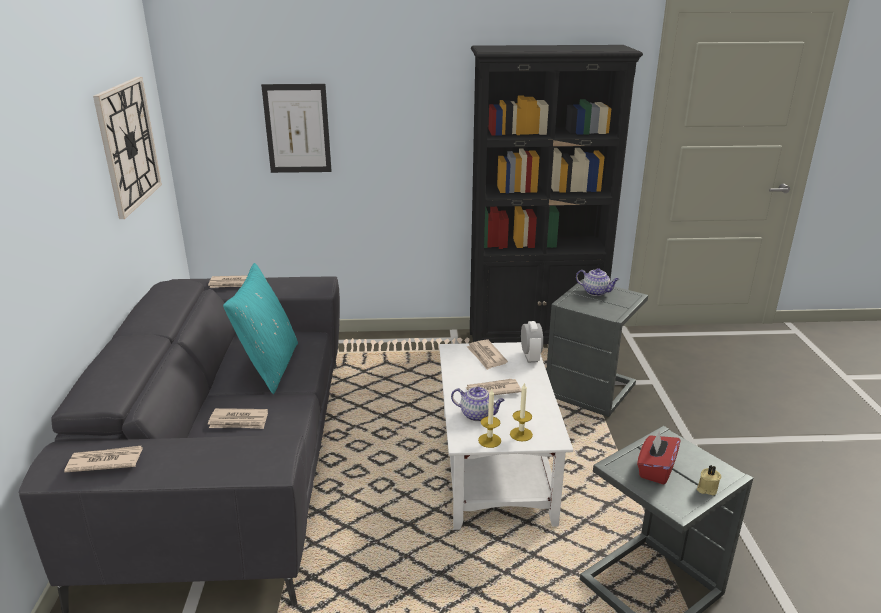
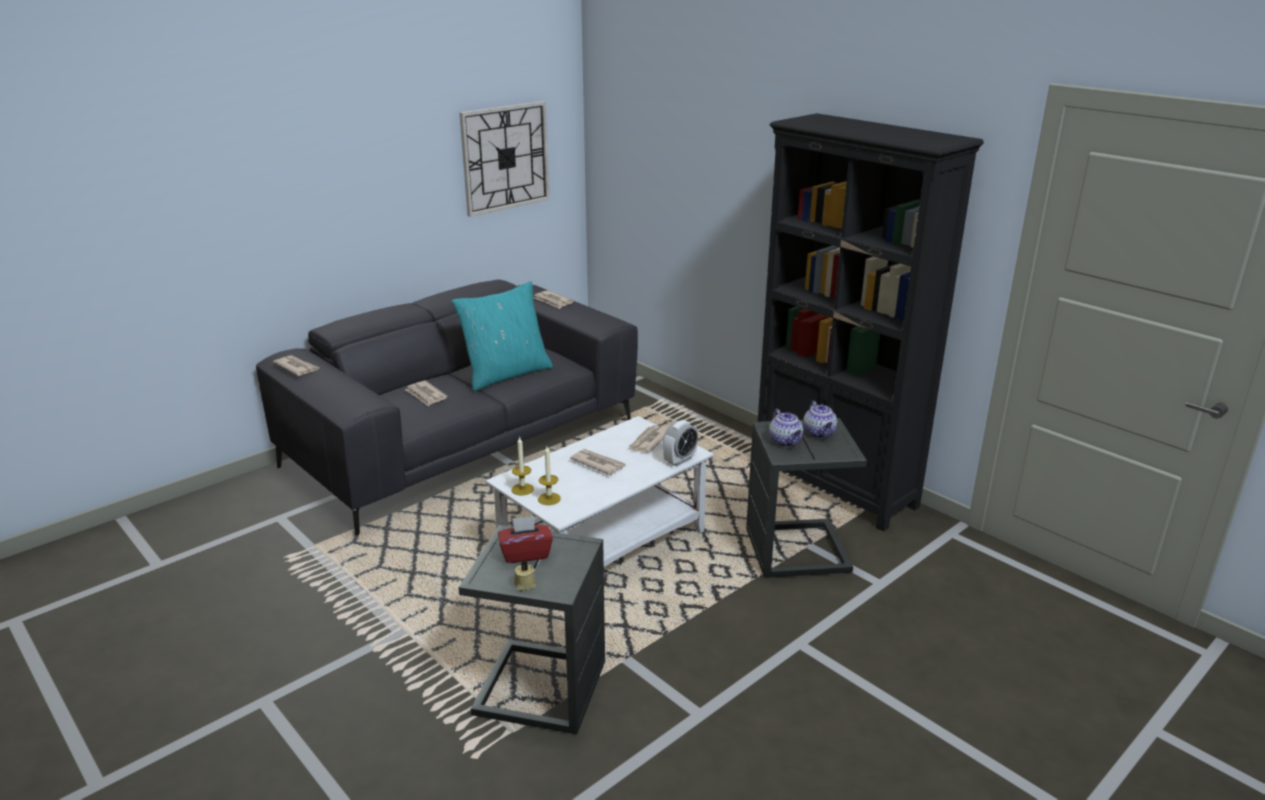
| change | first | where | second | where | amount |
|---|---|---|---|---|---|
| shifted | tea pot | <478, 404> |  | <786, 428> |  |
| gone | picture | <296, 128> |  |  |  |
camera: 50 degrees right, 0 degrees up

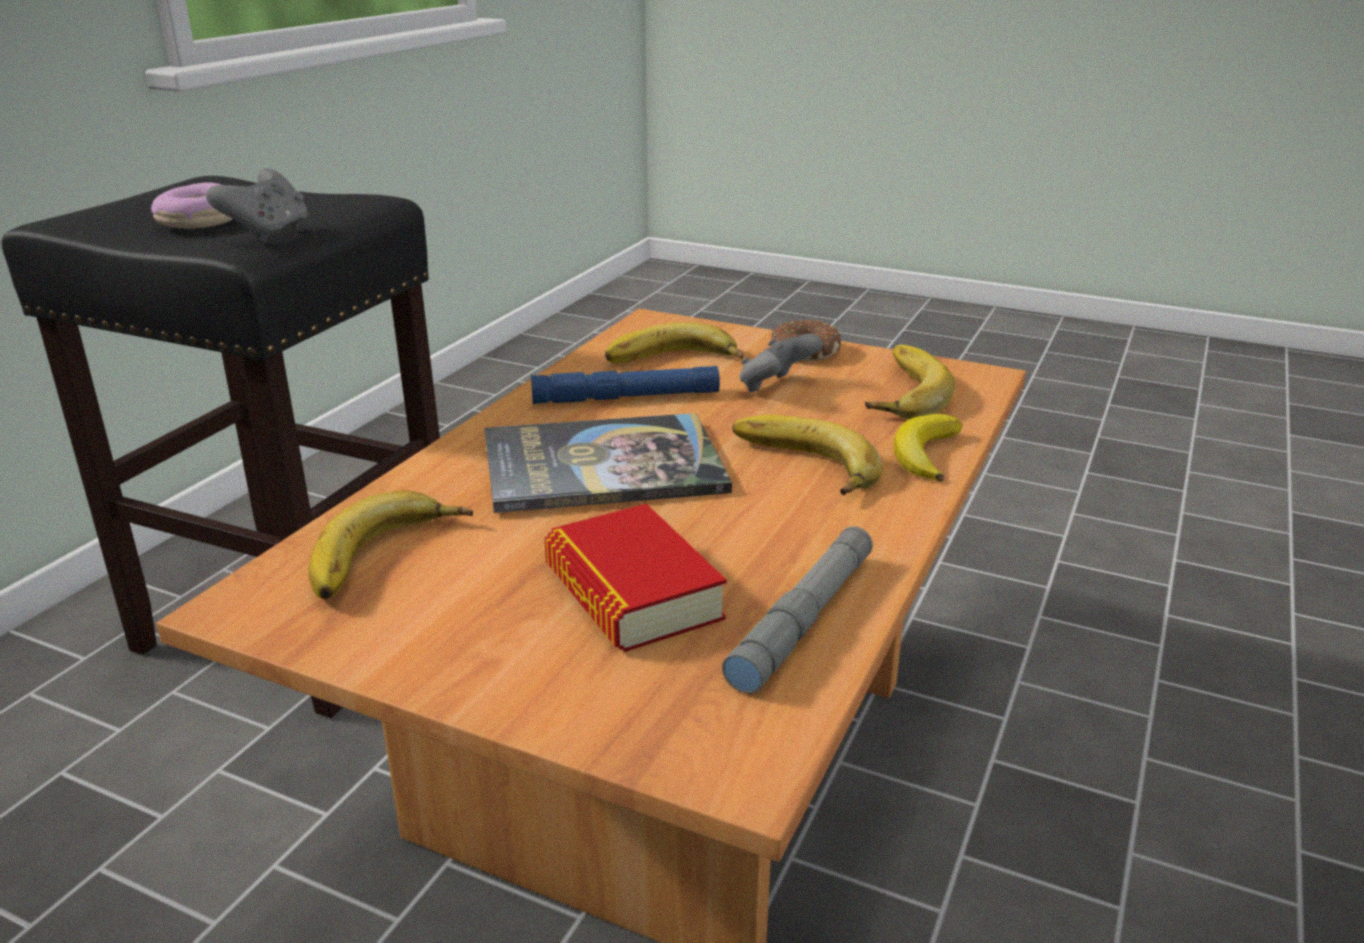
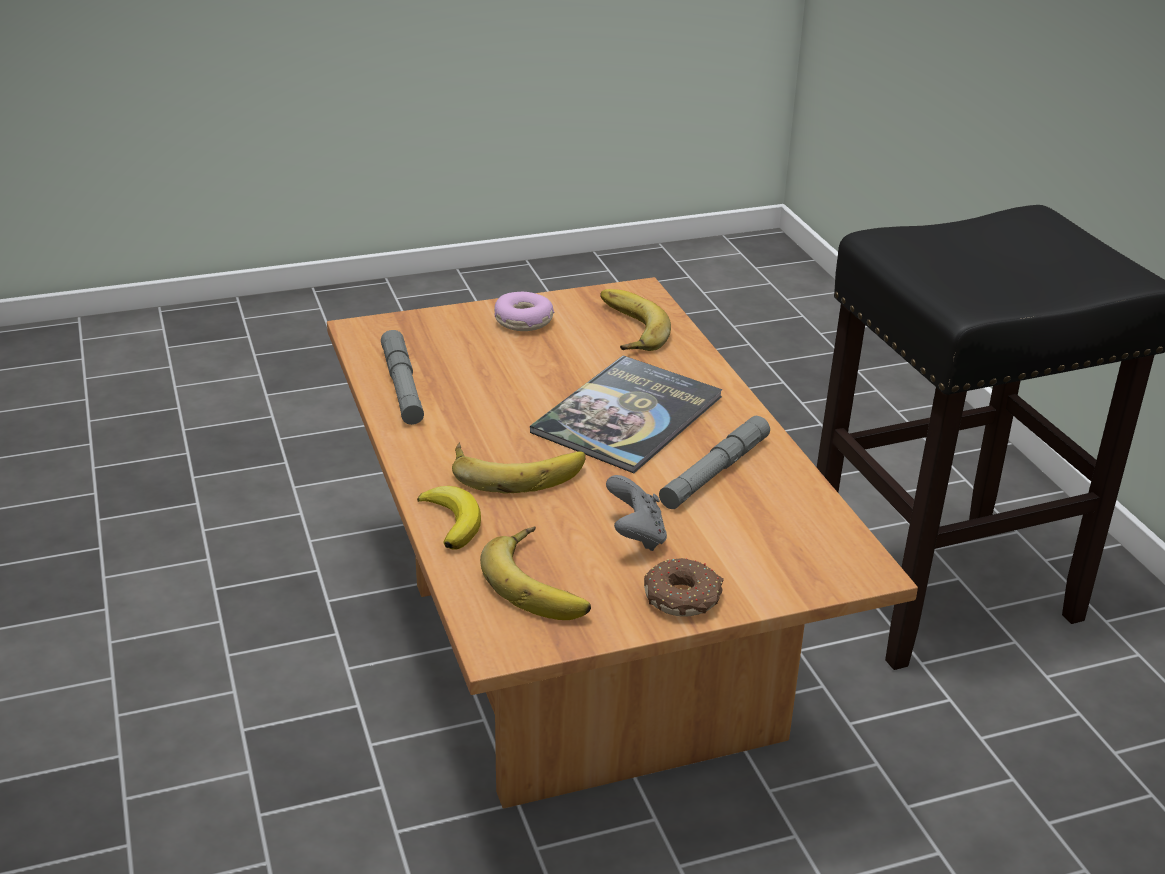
| change | first | where | second | where | amount |
|---|---|---|---|---|---|
| shifted | ring doughnut | <192, 205> |  | <524, 311> |  |
| repainted | blue flashlight | <625, 385> | greyish flashlight | <714, 462> |  |
| gone | greyish gamepad | <257, 205> |  |  |  |
| gone | volume | <635, 578> |  |  |  |
| gone | whole banana | <674, 343> |  |  |  |
camera: 135 degrees right, 5 degrees up

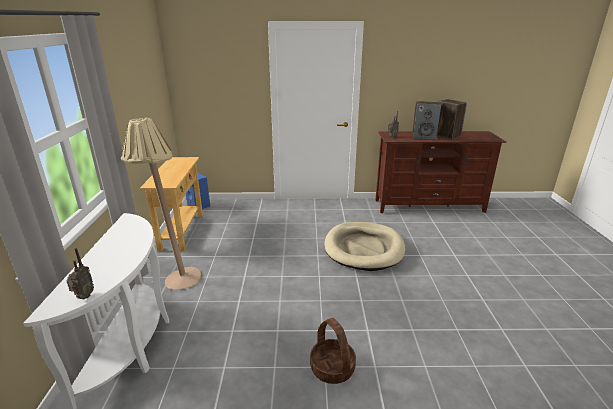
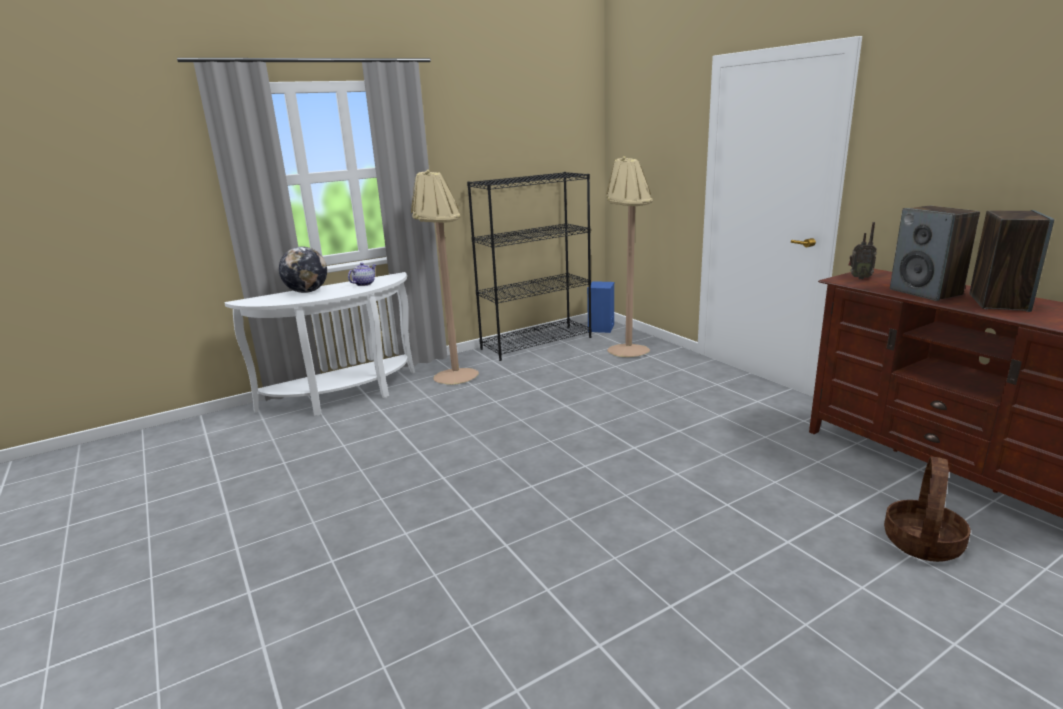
| change | first | where | second | where | amount |
|---|---|---|---|---|---|
| new |  |  | desk globe | <303, 270> |  |
| new |  |  | tea pot | <362, 274> |  |
| swapped | beige-coloured console table | <171, 204> | black bookshelf | <529, 266> |  |
| new |  |  | beige-coloured standard lamp | <629, 256> |  |
| shifted | storage basket | <333, 351> |  | <927, 509> |  |
| gone | radio | <80, 273> |  |  |  |
| gone | beige-coloured dog cushion | <364, 246> |  |  |  |
camera: 60 degrees right, 5 degrees down

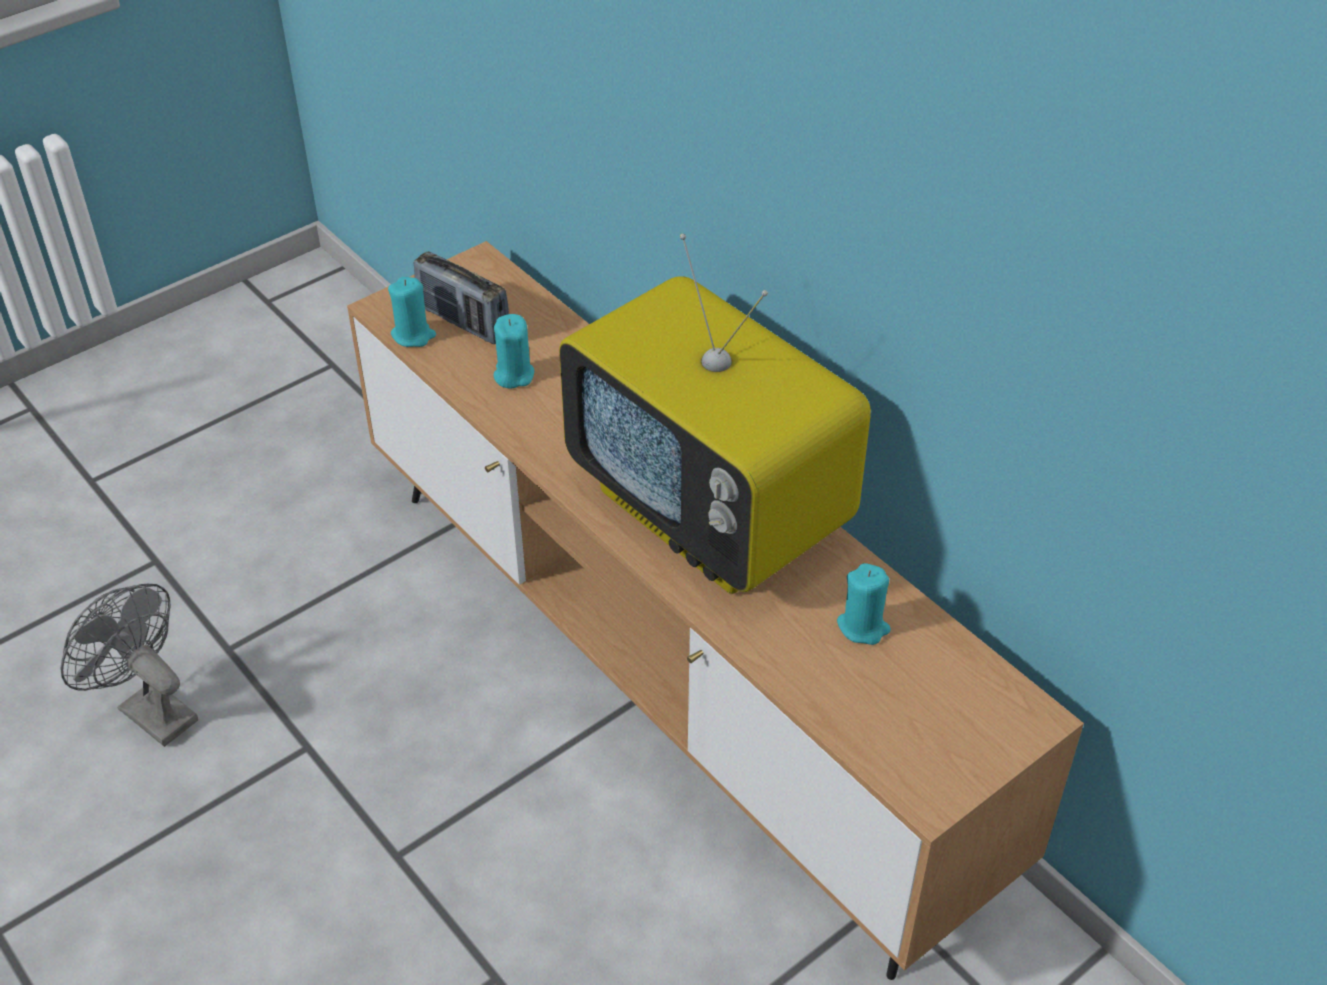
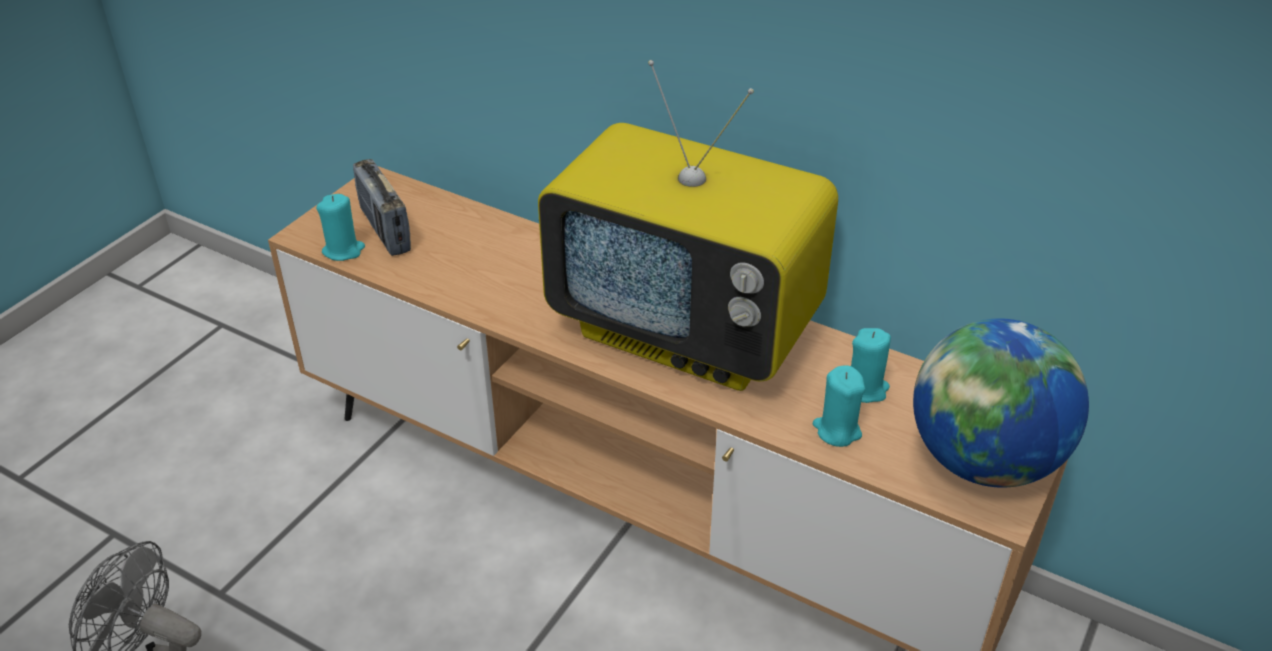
| change | first | where | second | where | amount |
|---|---|---|---|---|---|
| rotated | radio | <461, 297> |  | <382, 207> | 45 degrees clockwise |
| shifted | turquoise candle | <513, 351> |  | <839, 406> |  |
| new |  |  | desk globe | <1001, 403> |  |
camera: 20 degrees left, 5 degrees down

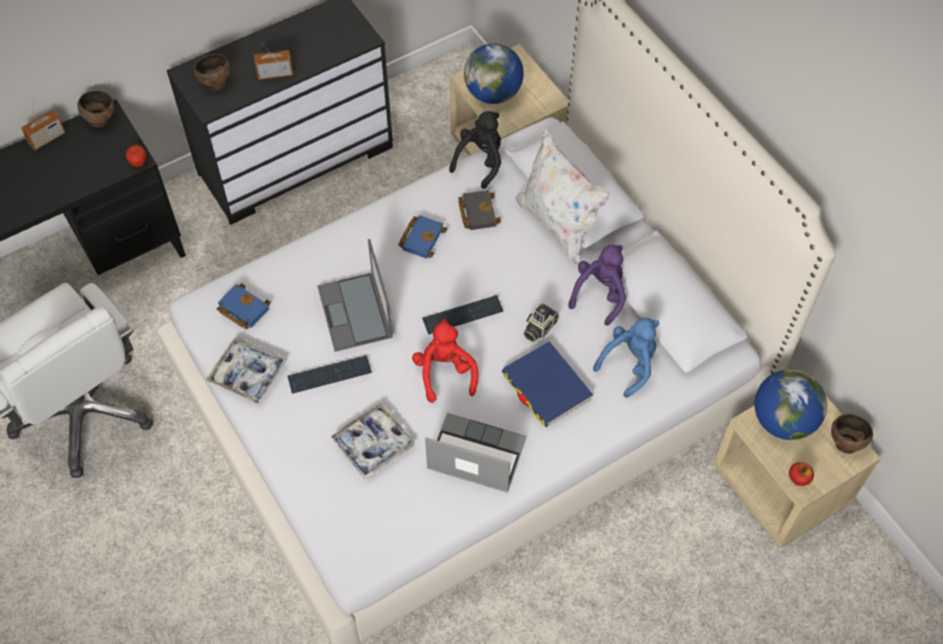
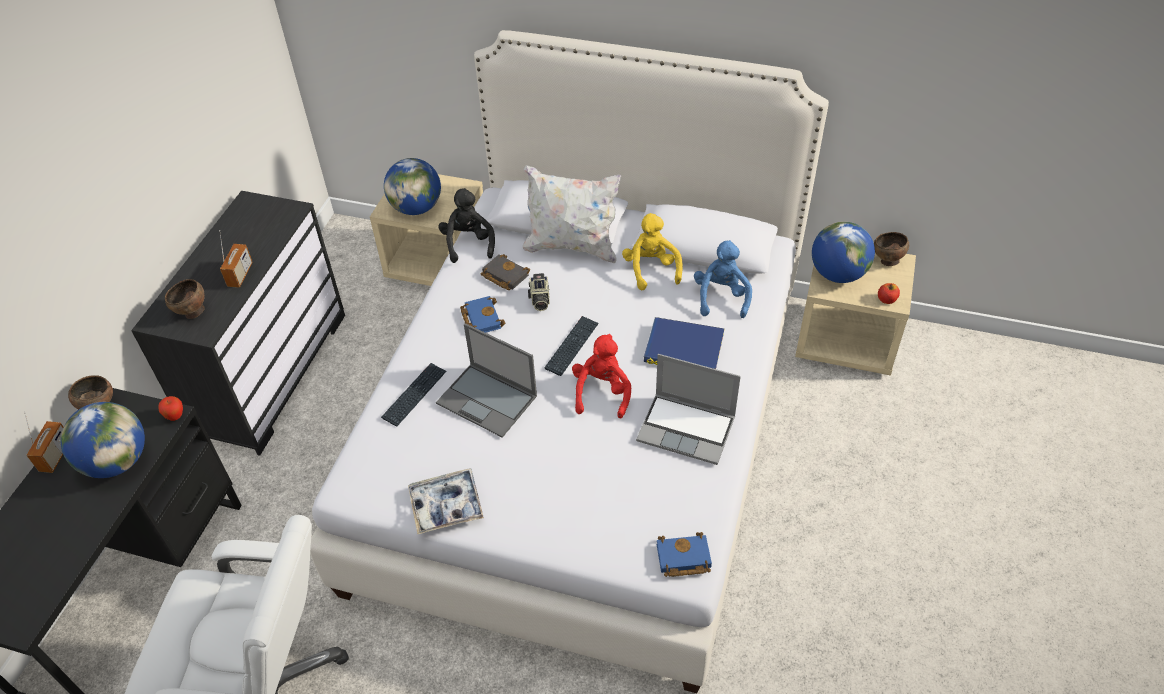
| change | first | where | second | where | amount |
|---|---|---|---|---|---|
| new |  |  | desk globe | <103, 440> |  |
| rotated | radio | <273, 62> |  | <236, 259> | 150 degrees clockwise |
| shifted | keyboard | <330, 374> |  | <414, 394> |  |
| shifted | photo camera | <541, 322> |  | <539, 292> |  |
| rotated | reddish plush toy | <445, 361> |  | <601, 376> | 60 degrees clockwise |
| repainted | purple-coloured plush toy | <597, 285> | yellowish plush toy | <652, 251> |  |
| rotated | laptop | <476, 453> |  | <688, 409> | 135 degrees counterclockwise |
| shifted | blue volume | <243, 306> |  | <684, 554> |  |
| gone | serving tray | <373, 440> |  |  |  |
camera: 40 degrees left, 10 degrees down

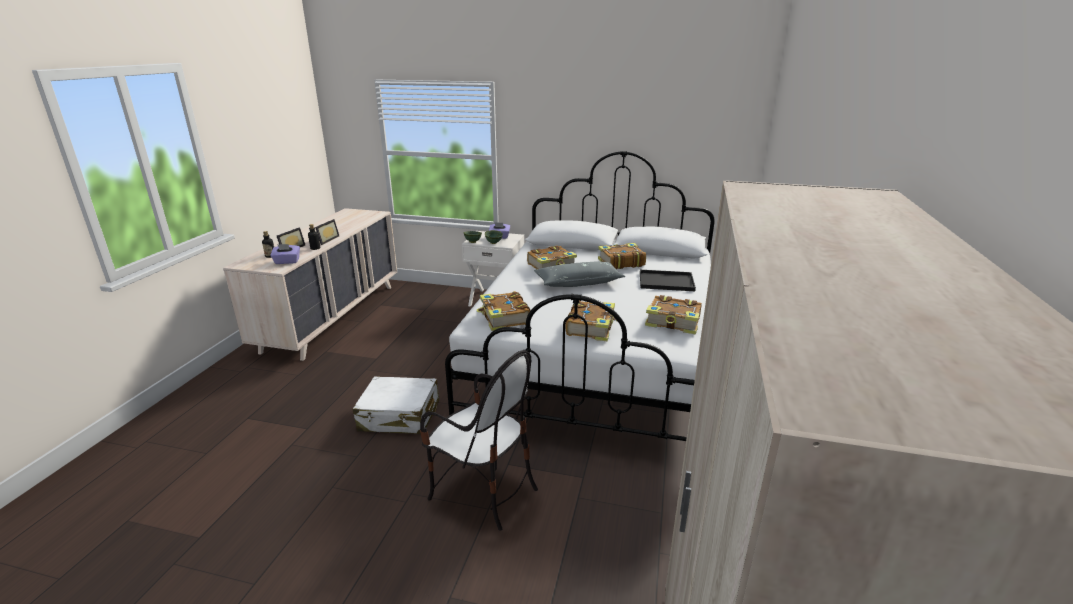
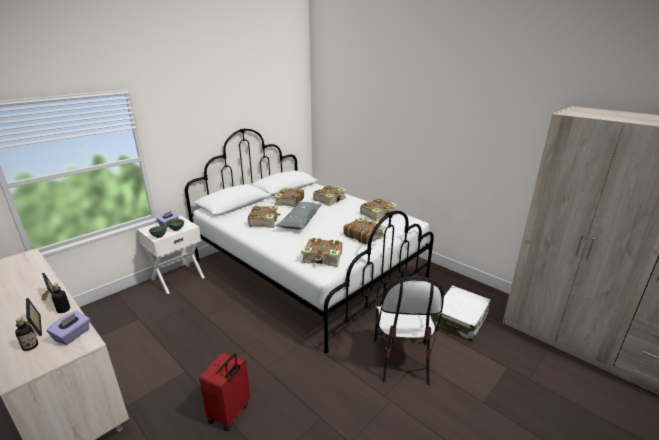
| change | first | where | second | where | amount |
|---|---|---|---|---|---|
| new |  |  | reddish travel case | <224, 391> |  |
| swapped | black serving tray | <668, 280> | volume | <329, 195> |  |
| rotated | chair | <479, 440> |  | <409, 330> | 120 degrees clockwise |
| shifted | white travel case | <396, 405> |  | <462, 313> |  |
camera: 60 degrees left, 0 degrees up

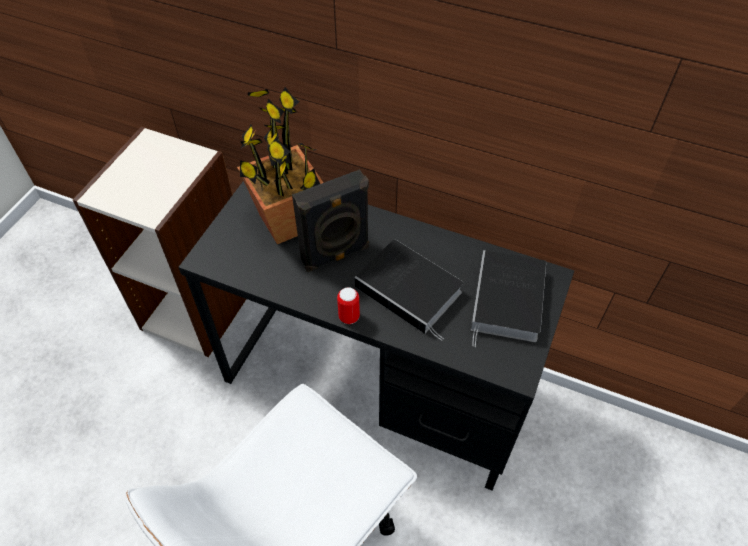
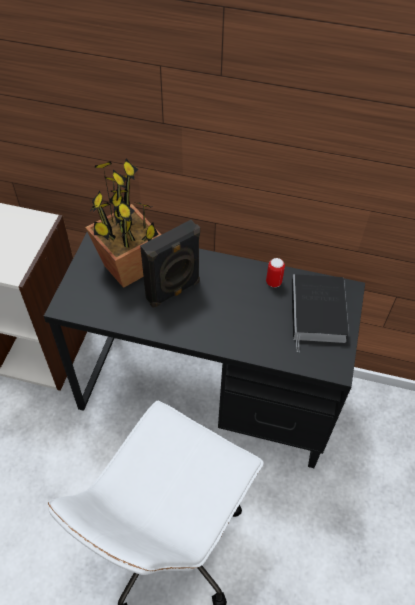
| change | first | where | second | where | amount |
|---|---|---|---|---|---|
| shifted | metal can | <348, 305> |  | <275, 272> |  |
| gone | volume | <408, 290> |  |  |  |
camera: 10 degrees left, 0 degrees up

